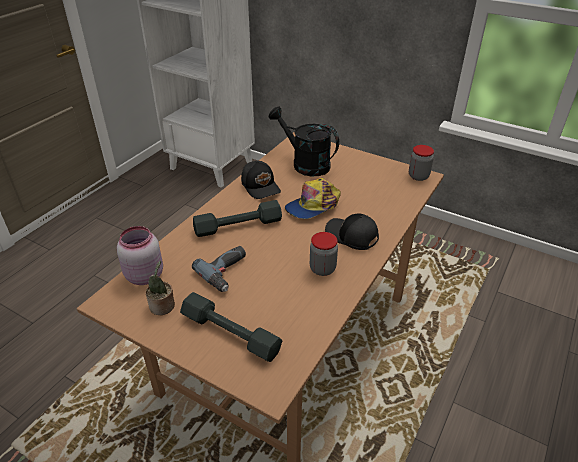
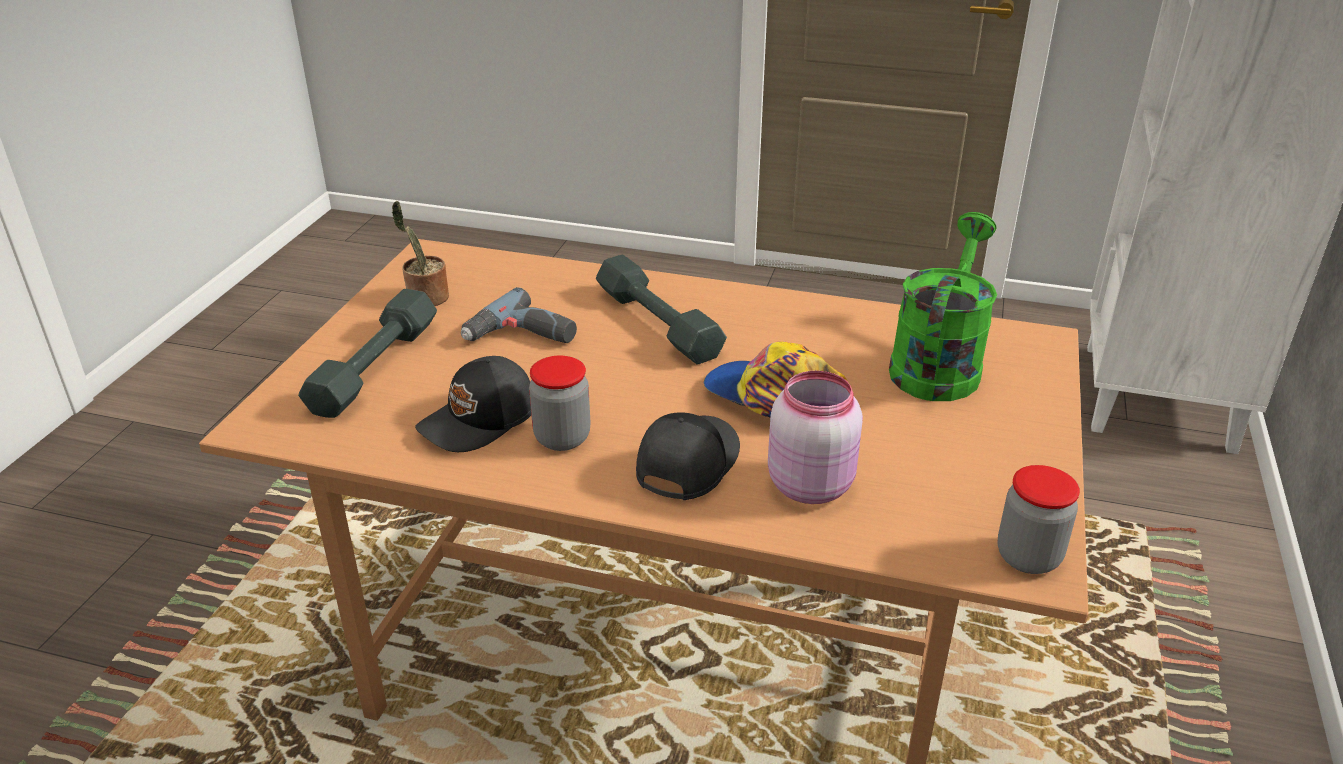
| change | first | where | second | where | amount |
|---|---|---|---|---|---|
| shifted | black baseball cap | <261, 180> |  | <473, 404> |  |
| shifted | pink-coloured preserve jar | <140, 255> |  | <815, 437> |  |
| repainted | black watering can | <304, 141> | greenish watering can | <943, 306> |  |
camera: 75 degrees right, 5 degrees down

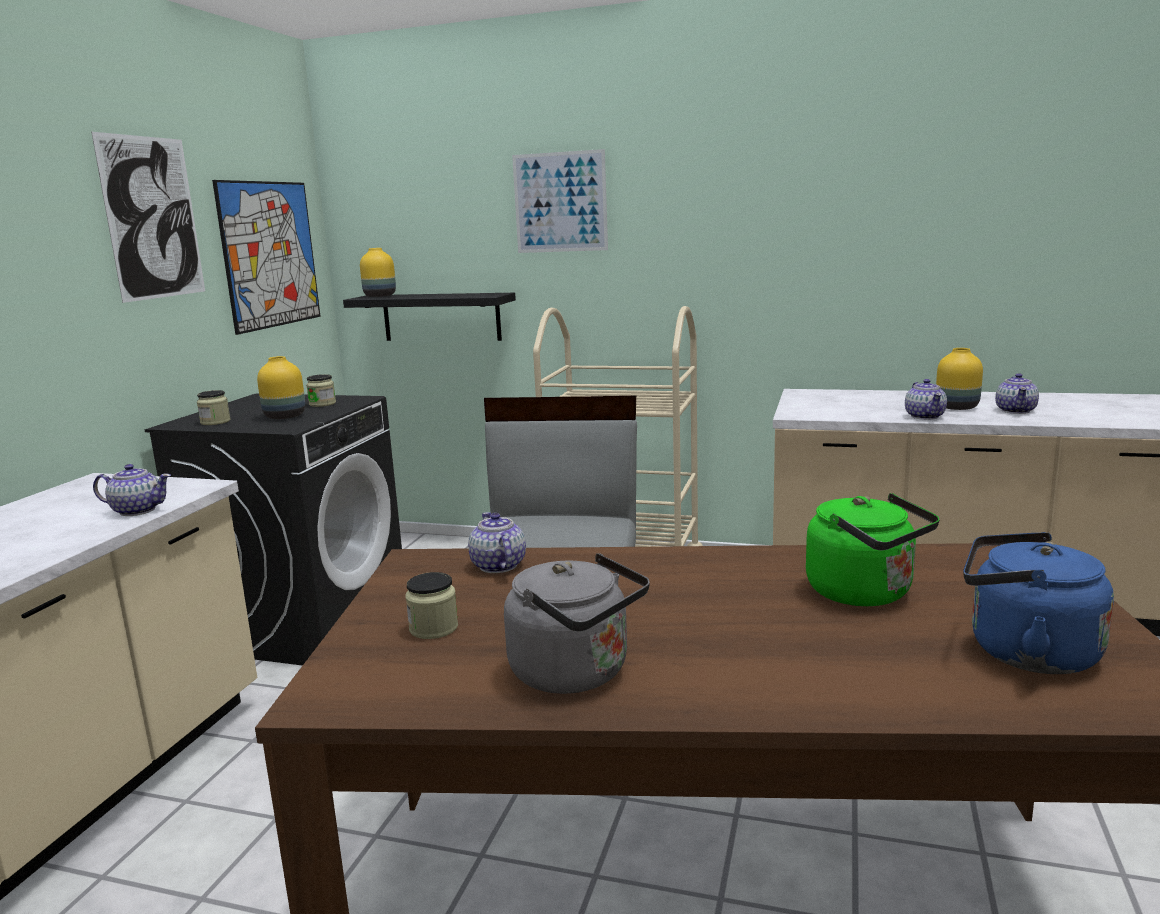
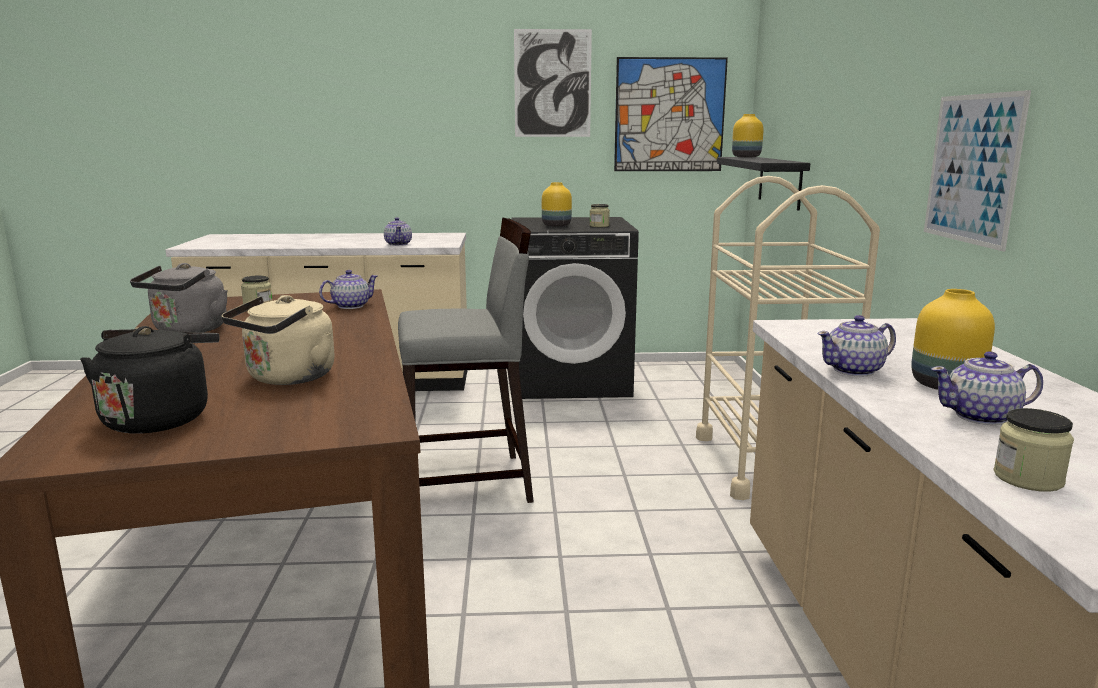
| change | first | where | second | where | amount |
|---|---|---|---|---|---|
| repainted | blue tea kettle | <1038, 603> | black tea kettle | <150, 380> |  |
| repainted | greenish tea kettle | <872, 549> | beige-coloured tea kettle | <278, 340> |  |
| shifted | picture | <560, 201> |  | <977, 171> |  |
| shifted | preserve jar | <213, 407> |  | <1033, 450> |  |
camera: 70 degrees right, 0 degrees up

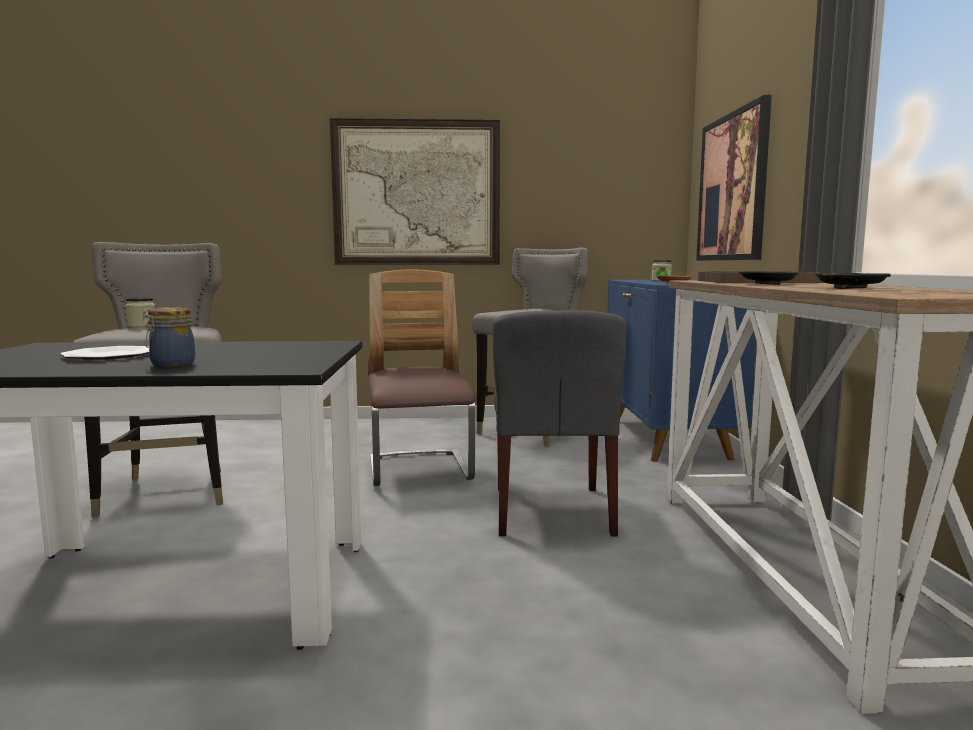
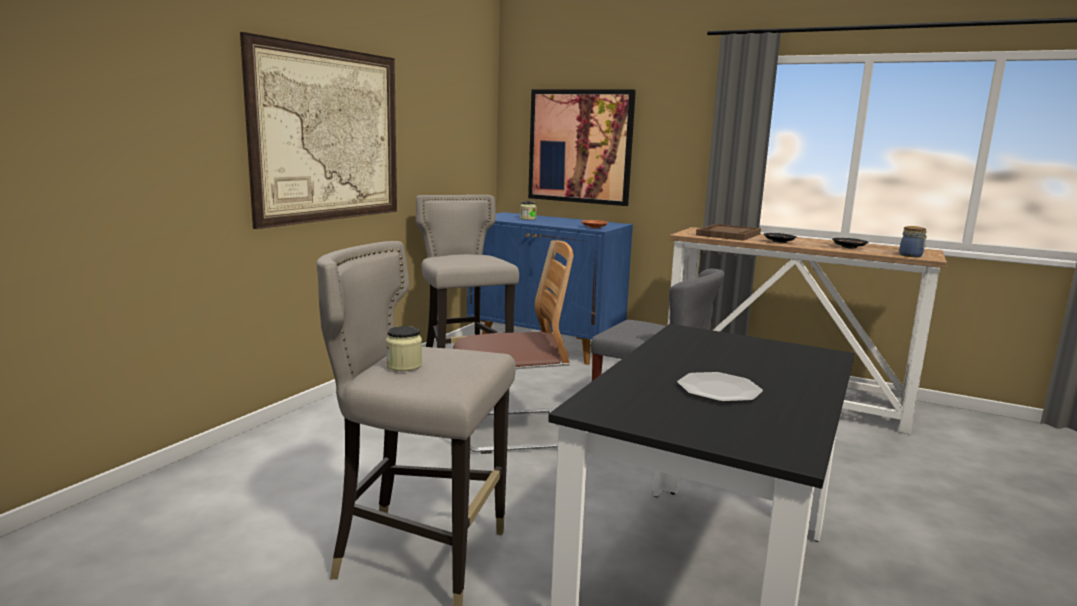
| change | first | where | second | where | amount |
|---|---|---|---|---|---|
| rotated | chair | <422, 377> |  | <513, 347> | 150 degrees clockwise |
| shifted | preserve jar | <169, 337> |  | <913, 241> |  |
camera: 60 degrees left, 5 degrees up

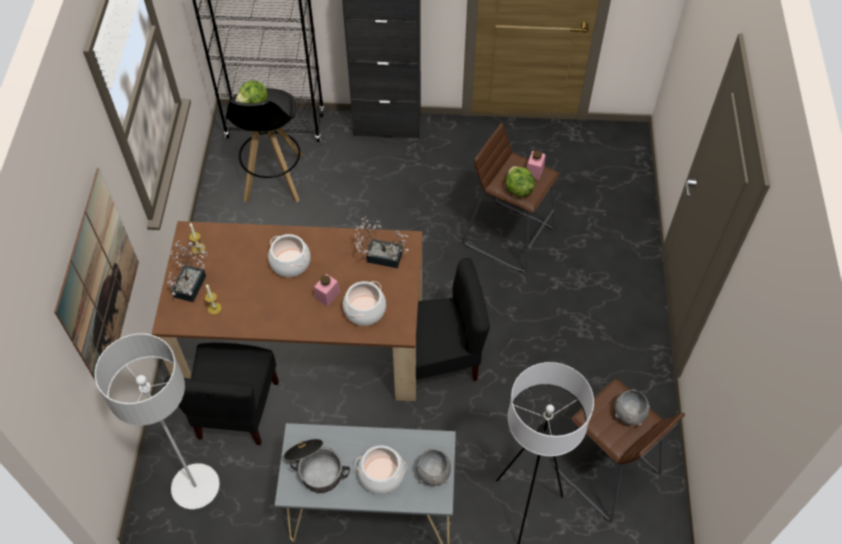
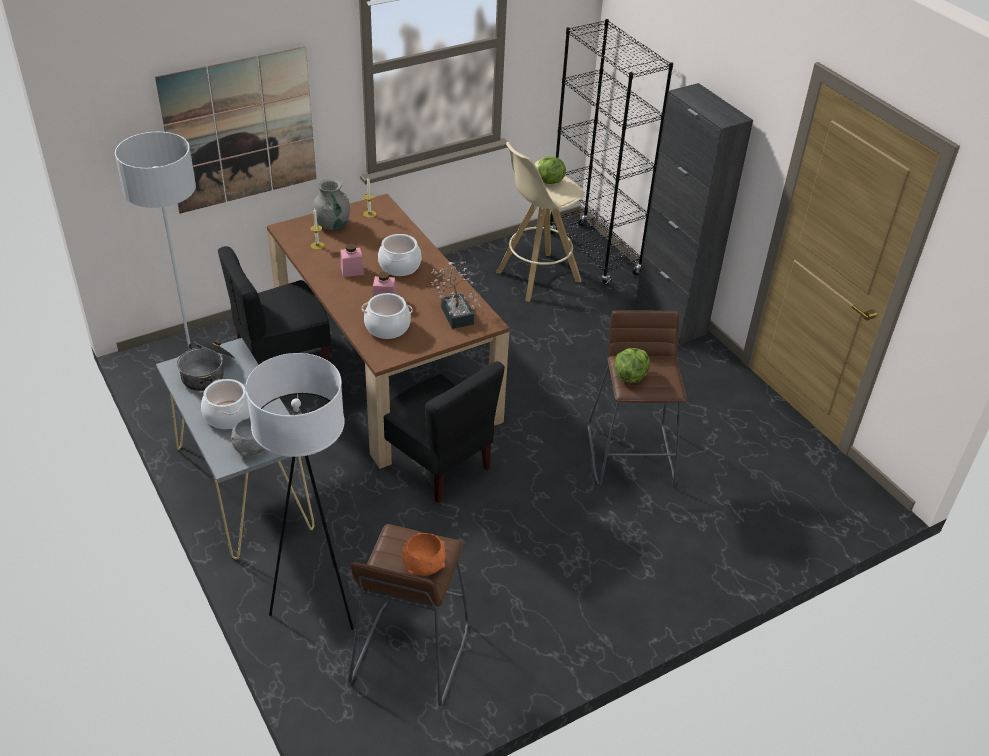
| change | first | where | second | where | amount |
|---|---|---|---|---|---|
| swapped | houseplant | <187, 271> | greyish decorative vase | <331, 204> |  |
| shifted | pink-coloured preserve jar | <536, 165> |  | <352, 260> |  |
| repainted | greyish deep dish | <632, 407> | orange-coloured deep dish | <423, 554> |  |
| repainted | black sitting stool | <264, 145> | beige-coloured sitting stool | <540, 222> |  |
camera: 55 degrees right, 15 degrees down

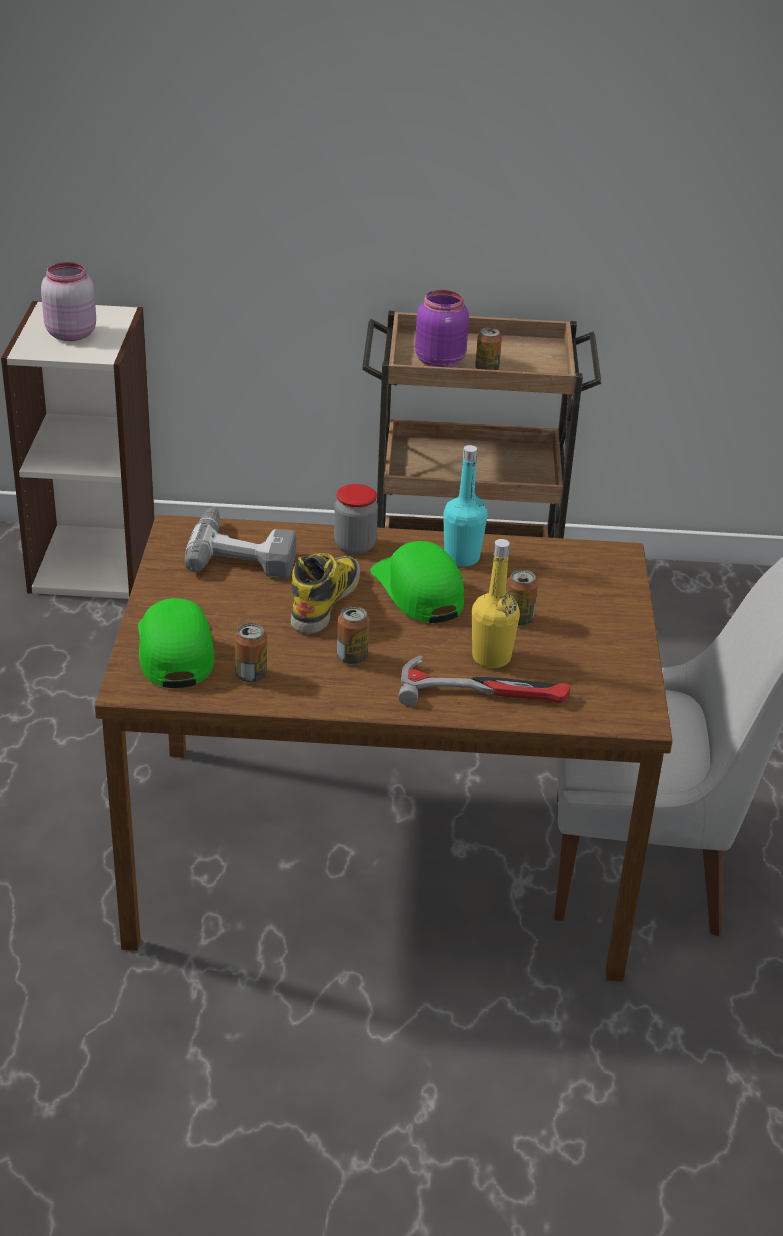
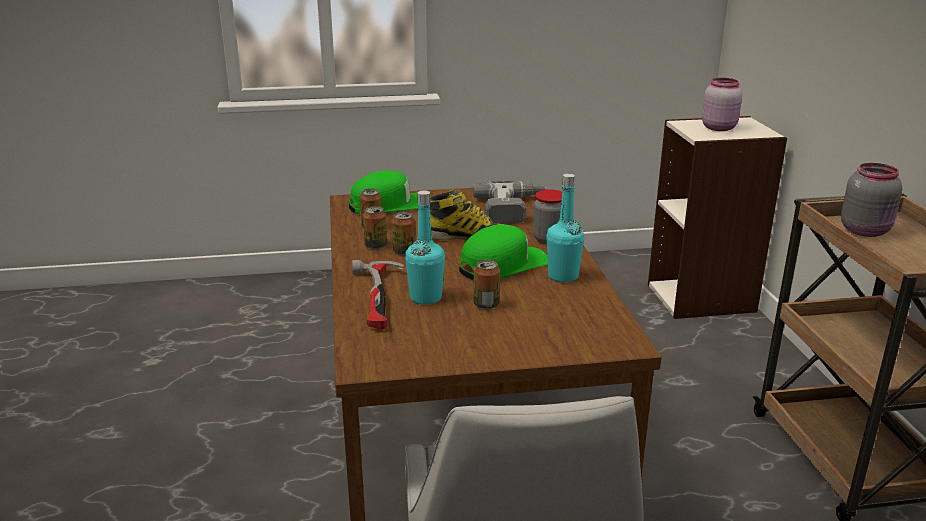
| change | first | where | second | where | amount |
|---|---|---|---|---|---|
| shifted | metal can | <488, 349> |  | <375, 227> |  |
| repainted | yellowish bottle | <496, 603> | turquoise bottle | <425, 247> |  |
| repainted | purple-coloured preserve jar | <442, 328> | greyish preserve jar | <871, 200> |  |
camera: 80 degrees right, 10 degrees down

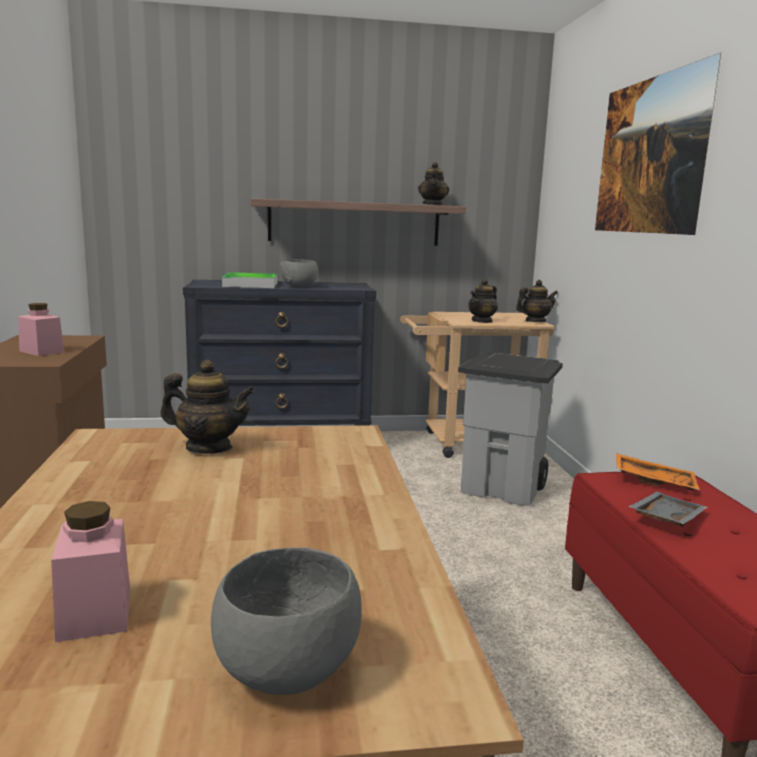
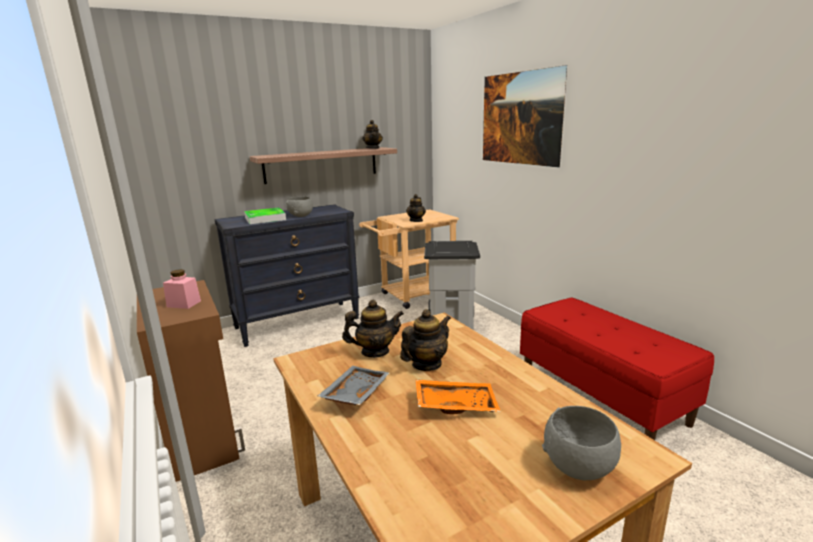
| change | first | where | second | where | amount |
|---|---|---|---|---|---|
| shifted | greyish serving tray | <668, 509> |  | <354, 385> |  |
| shifted | tea pot | <537, 301> |  | <425, 340> |  |
| shifted | orange-coloured serving tray | <658, 472> |  | <458, 396> |  |
| gone | pink-coloured preserve jar | <90, 571> |  |  |  |
camera: 20 degrees left, 5 degrees up

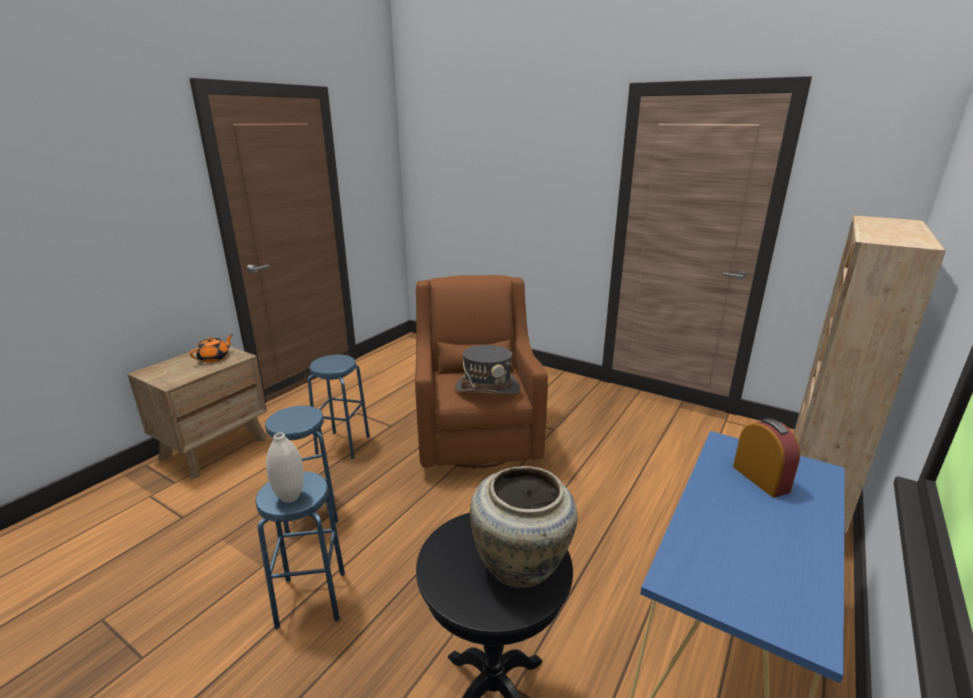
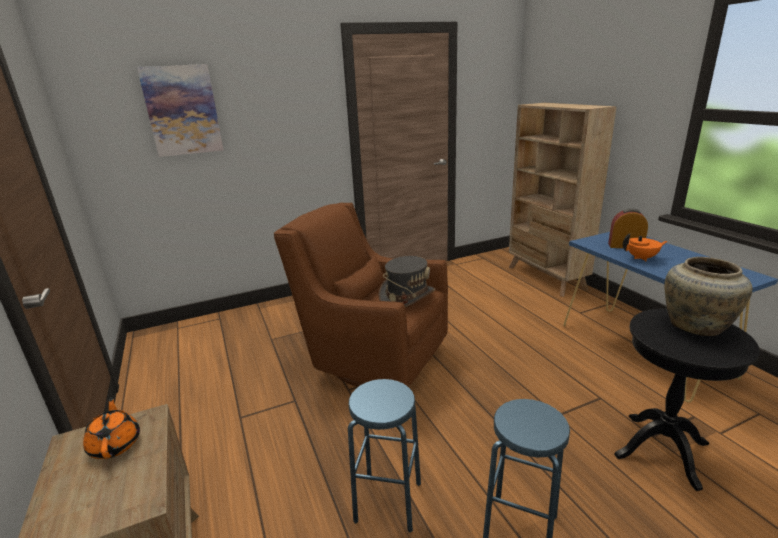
| change | first | where | second | where | amount |
|---|---|---|---|---|---|
| new |  |  | picture | <180, 110> |  |
| new |  |  | orange-coloured tea pot | <645, 247> |  |
| gone | white decorative vase | <285, 468> |  |  |  |
| gone | blue sitting stool | <339, 407> |  |  |  |
camera: 55 degrees left, 0 degrees up

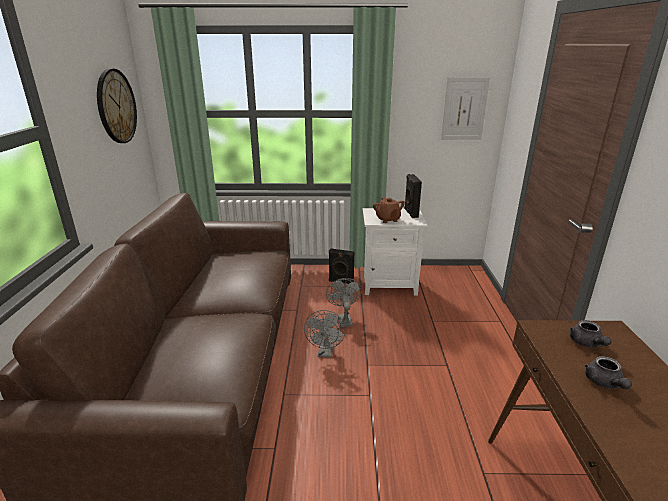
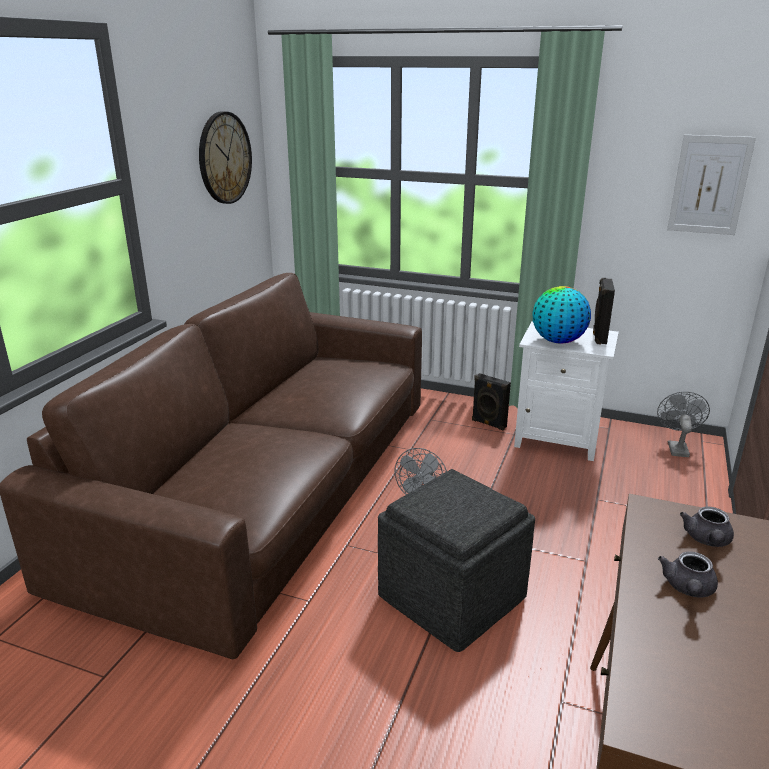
| change | first | where | second | where | amount |
|---|---|---|---|---|---|
| new |  |  | greyish ottoman | <456, 560> |  |
| swapped | brown tea pot | <389, 210> | desk globe | <562, 314> |  |
| shifted | greyish cooling fan | <344, 302> |  | <683, 424> |  |
camera: 20 degrees right, 0 degrees up

